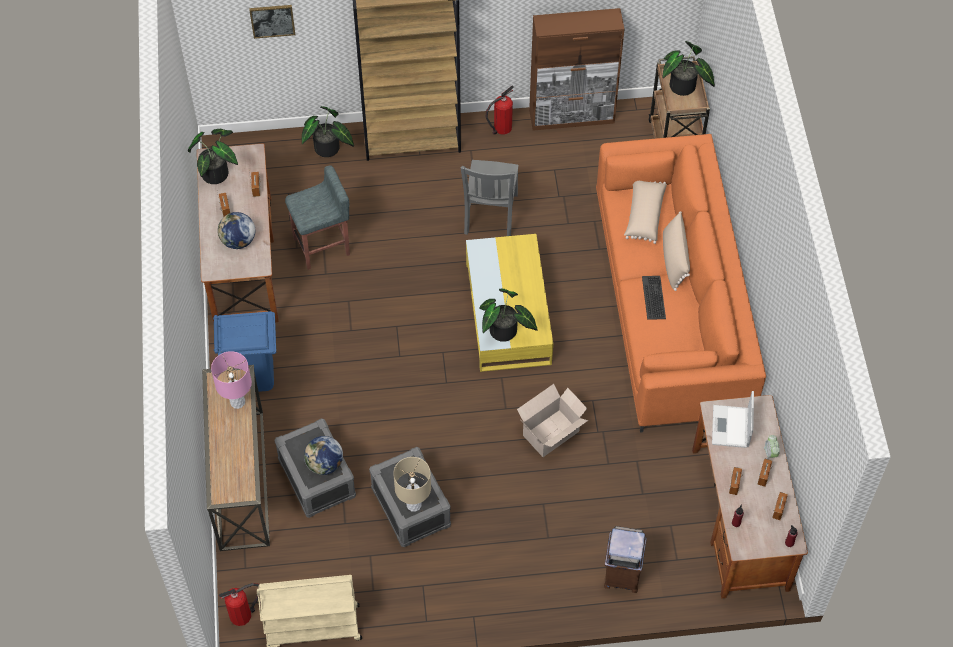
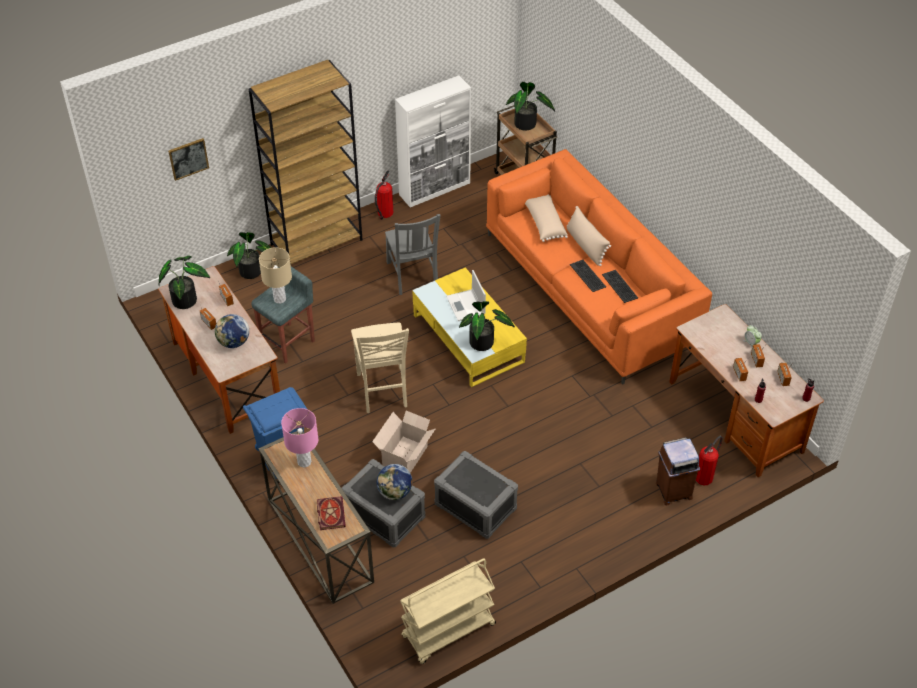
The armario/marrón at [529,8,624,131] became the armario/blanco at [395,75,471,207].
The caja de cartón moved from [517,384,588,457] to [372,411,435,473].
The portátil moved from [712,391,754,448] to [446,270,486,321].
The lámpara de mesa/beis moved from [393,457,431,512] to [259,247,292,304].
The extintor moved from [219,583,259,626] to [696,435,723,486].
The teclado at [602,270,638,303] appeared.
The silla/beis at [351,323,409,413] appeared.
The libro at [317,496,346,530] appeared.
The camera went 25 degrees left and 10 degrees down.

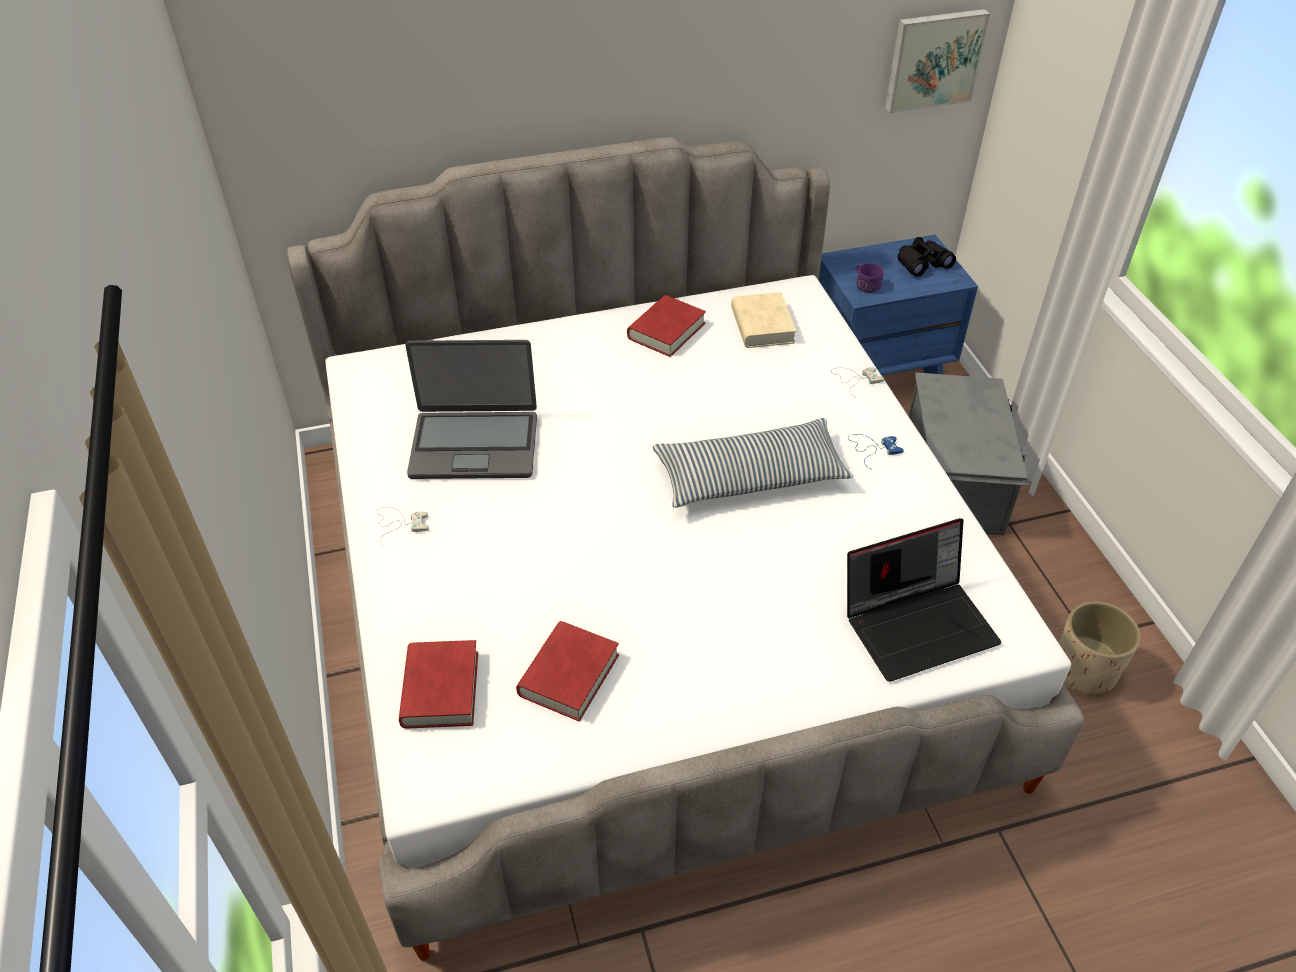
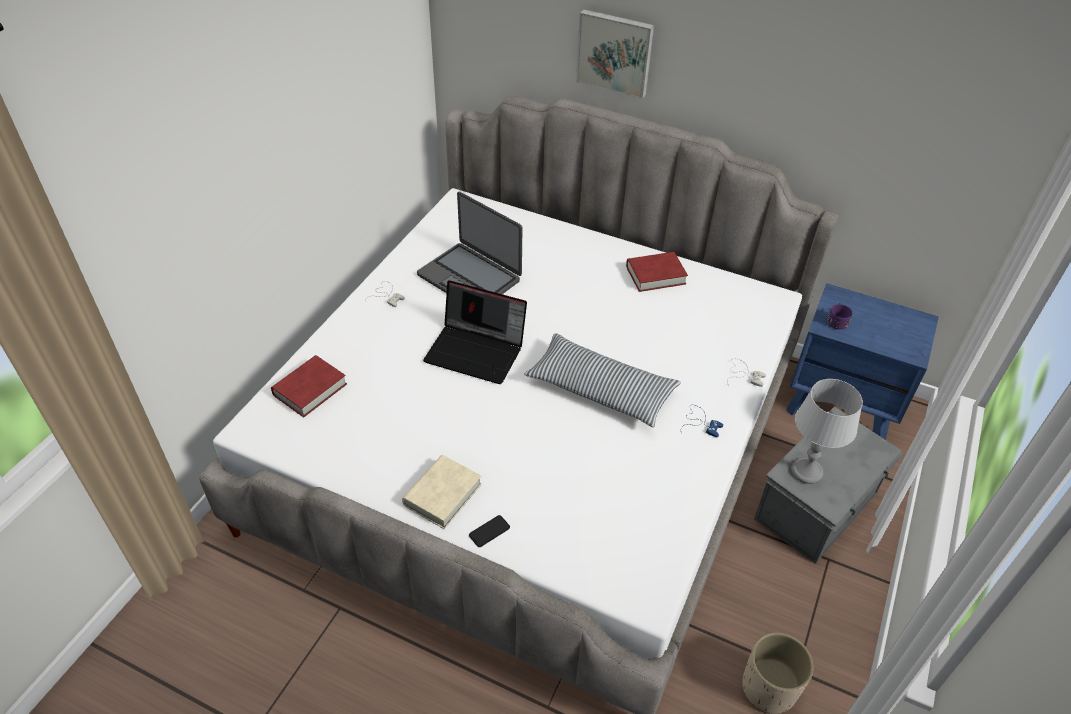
The cuadro moved from [885,9,990,113] to [576,9,654,99].
The prismáticos/negro at [897,237,956,277] disappeared.
The libro/beis moved from [731,292,797,348] to [402,455,482,529].
The portátil moved from [847,518,1001,682] to [423,280,527,384].
The libro/rojo at [516,621,619,722] disappeared.
The lámpara de mesa/gris at [792,379,863,484] appeared.
The móvil at [469,515,510,547] appeared.
The camera went 40 degrees right and 0 degrees up.

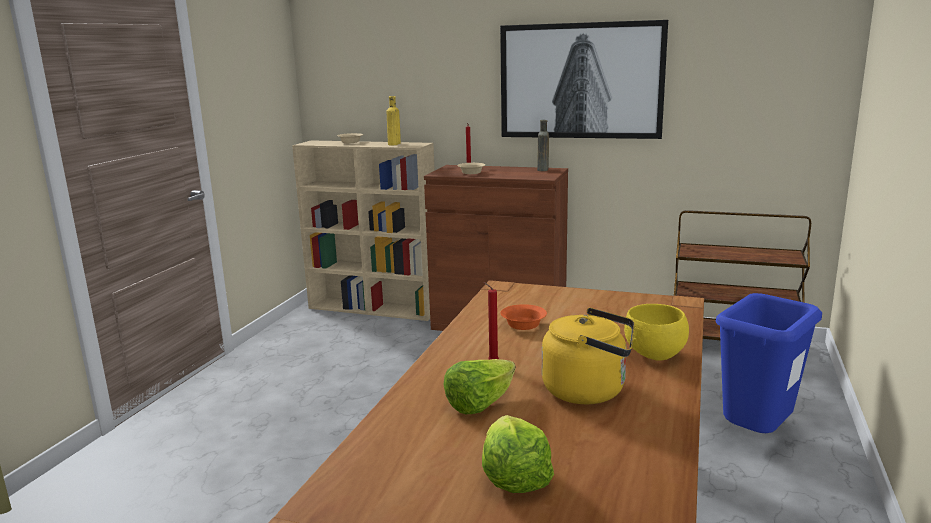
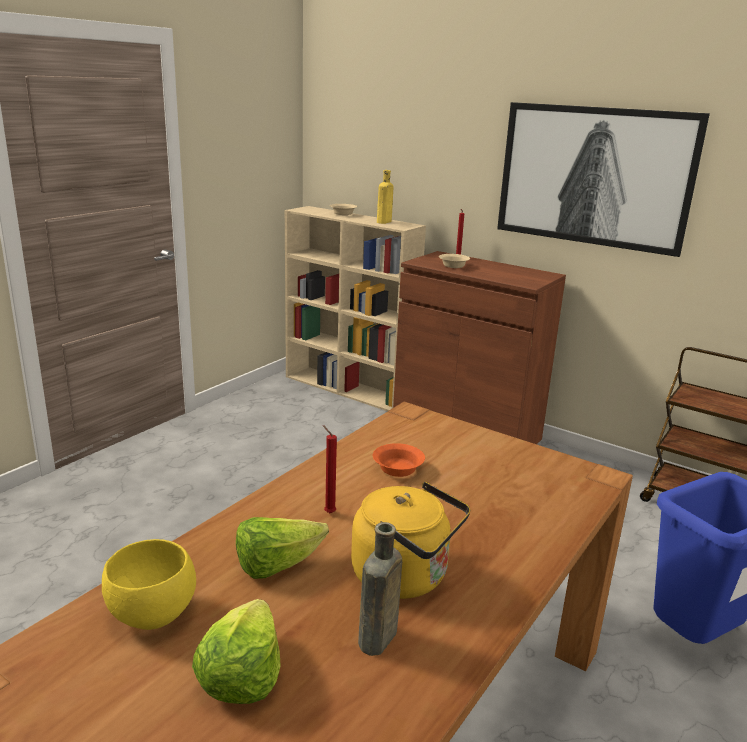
The botella/marrón moved from [537,120,549,171] to [358,522,402,656].
The cuenco/amarillo moved from [624,304,689,361] to [102,539,196,630].
The camera went 15 degrees right and 5 degrees up.

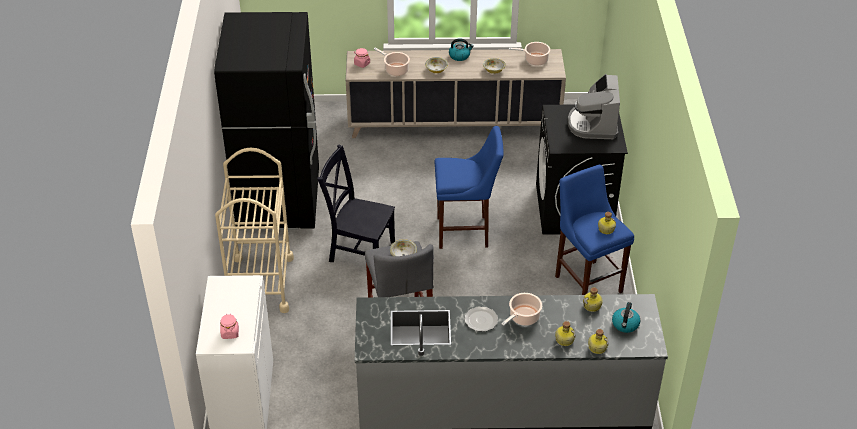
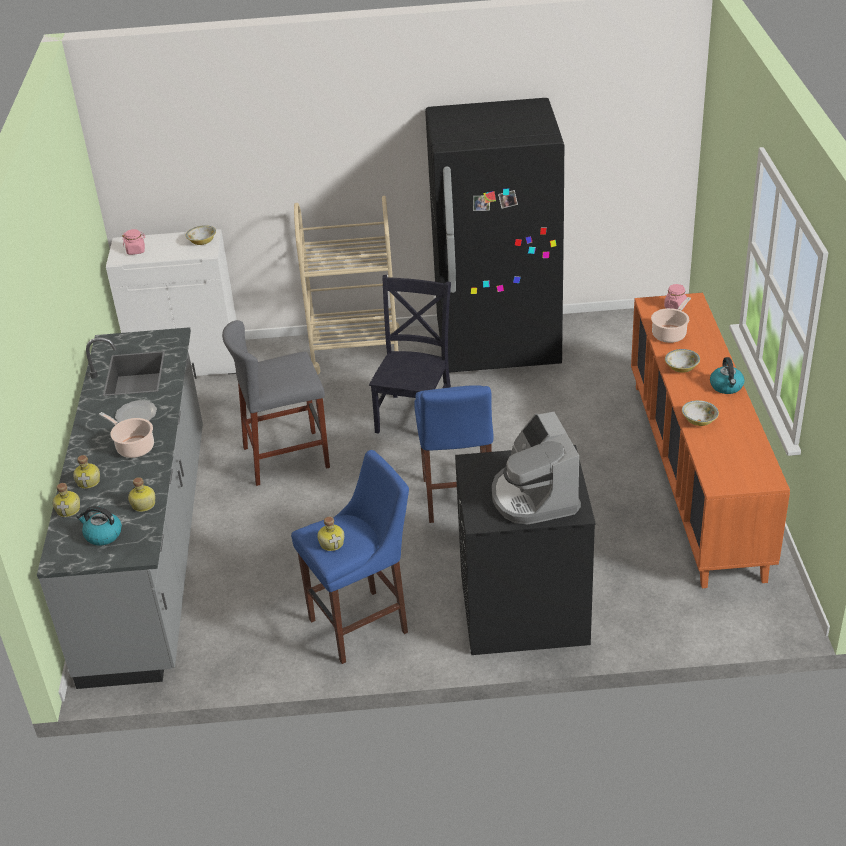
The olla at [509,42,550,66] disappeared.
The armario/beis at [346,49,566,138] became the armario/naranja at [631,293,790,588].
The cafetera at [568,74,620,139] turned 105 degrees counterclockwise.
The cuenco moved from [390,239,417,256] to [186,225,216,245].
The camera went 90 degrees right and 5 degrees down.

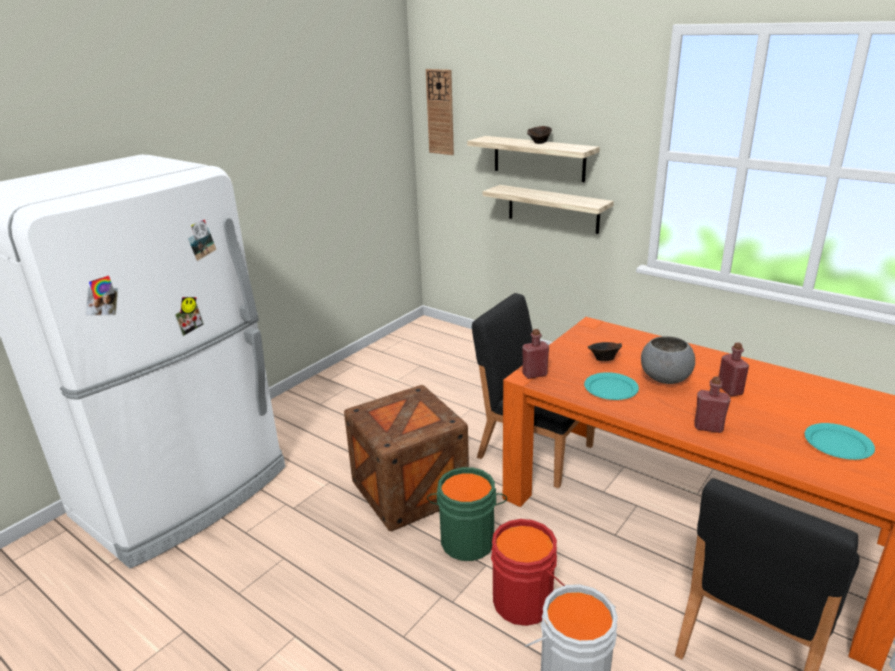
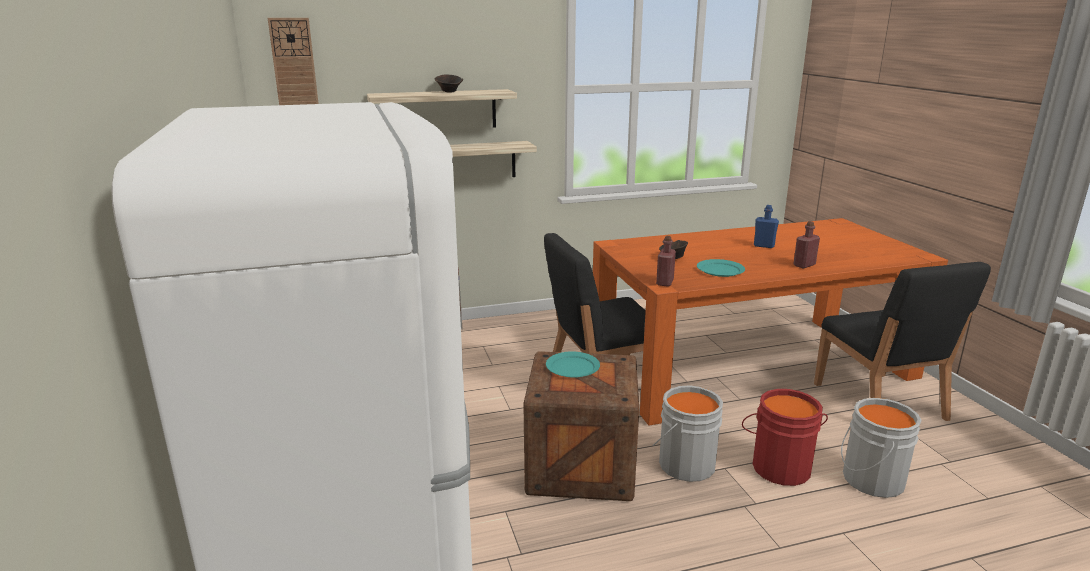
The cuenco/gris at [641,336,695,384] disappeared.
The botella/rojo at [719,342,749,396] became the botella/azul at [754,205,779,248].
The plato/turquesa moved from [805,423,875,460] to [546,351,600,377].
The cubo/verde at [427,467,507,561] became the cubo/gris at [652,385,723,482].
The camera went 55 degrees left and 5 degrees down.

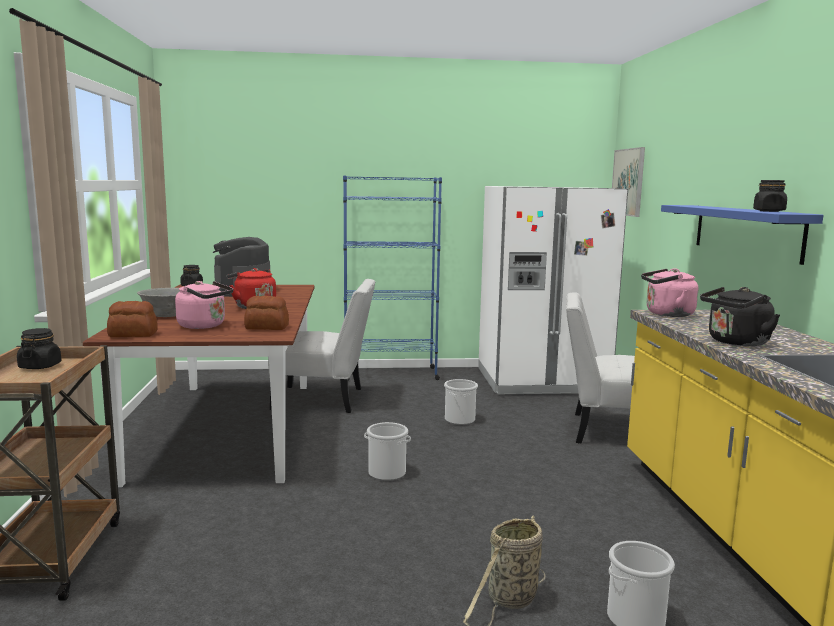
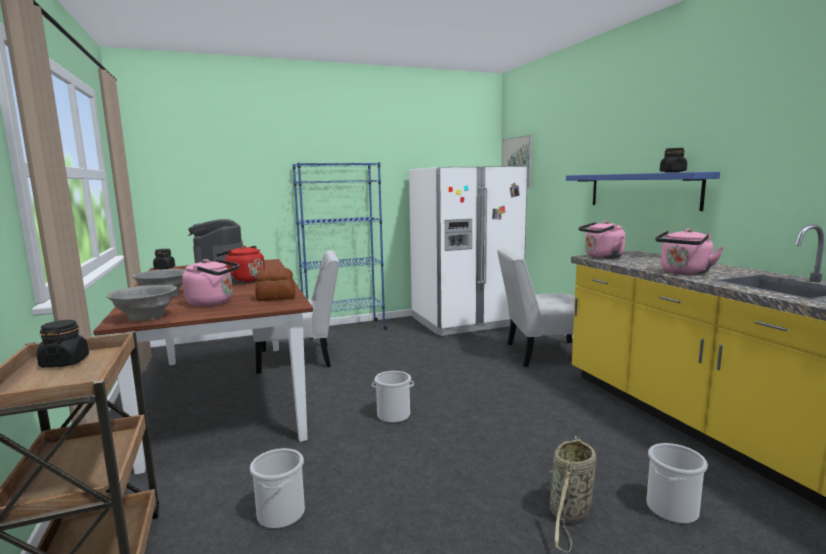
The hervidor/negro at [700,287,780,346] became the hervidor/rosa at [655,229,724,275].
The pan at [107,301,158,337] was replaced by the cuenco/gris at [106,285,177,321].
The cubo moved from [444,379,478,425] to [250,448,305,529].
The camera went 15 degrees left and 0 degrees up.

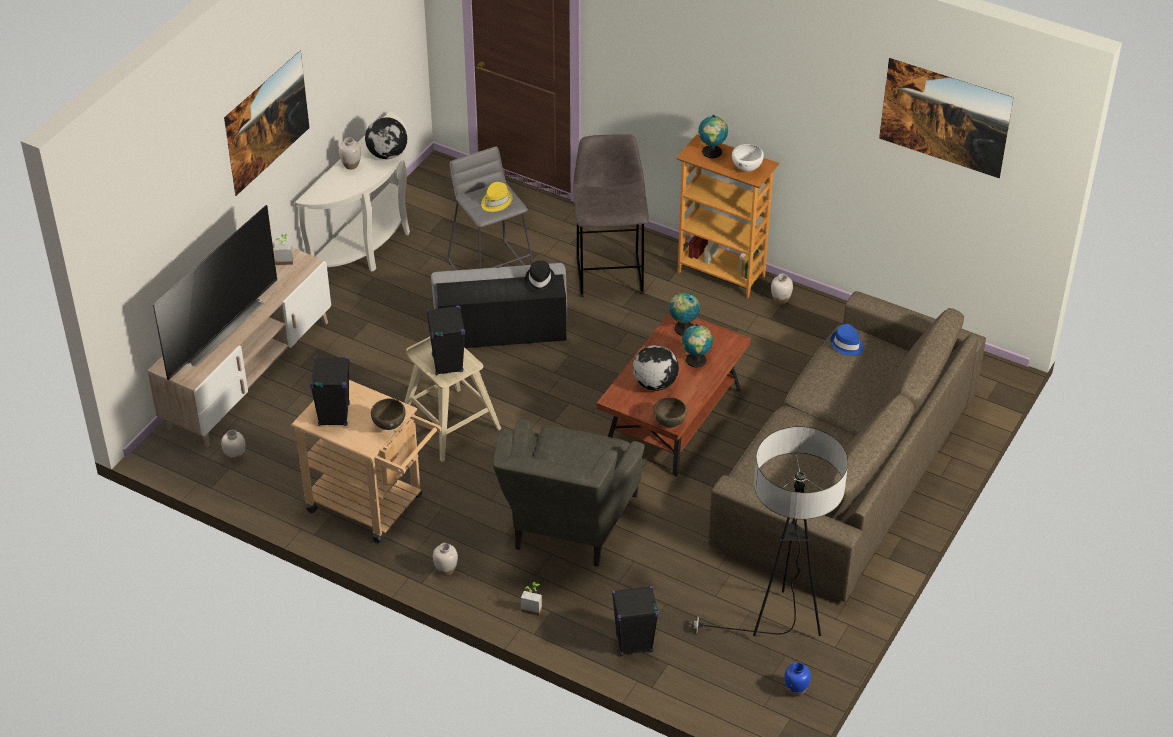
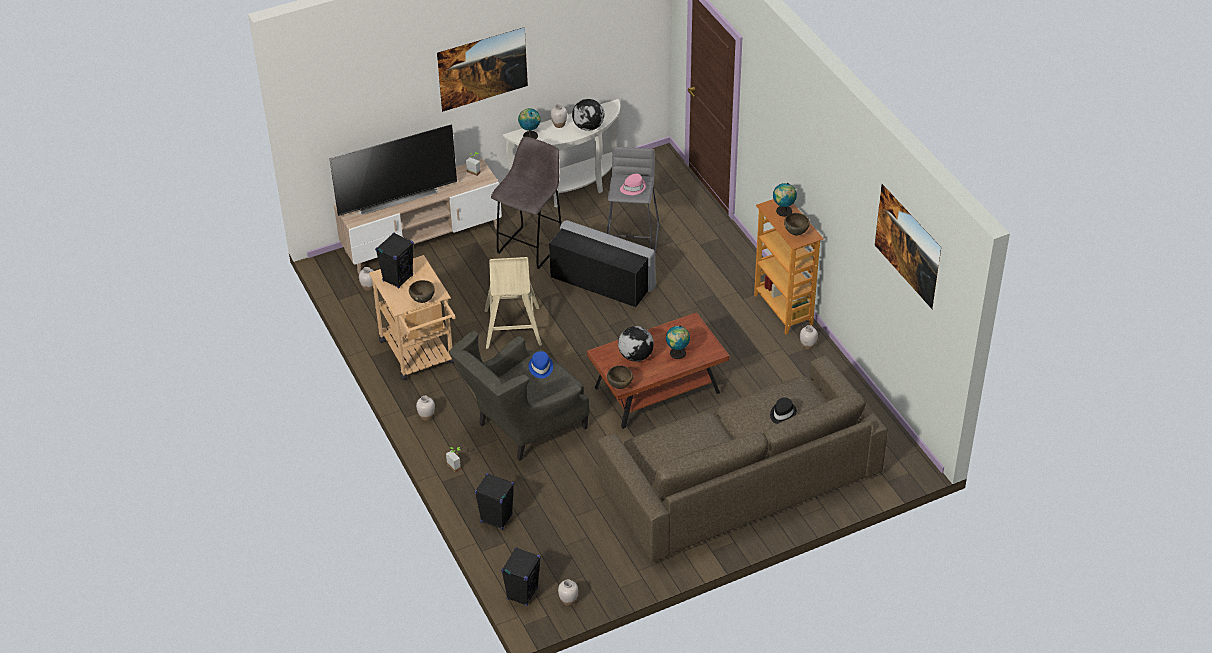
The taburete/gris moved from [573,134,649,297] to [491,137,561,269].
The cuenco/blanco at [732,144,764,172] became the cuenco/marrón at [784,213,810,235].
The sombrero/amarillo at [481,182,513,212] became the sombrero/rosa at [620,174,646,195].
The sombrero/negro moved from [525,260,555,293] to [770,397,797,424].
The globo terráqueo moved from [669,293,700,336] to [518,108,540,139].
The altavoz/negro moved from [427,306,466,376] to [501,547,541,606].
The sombrero/azul moved from [831,324,864,356] to [528,351,553,378].
The lámpara de pie at [689,426,848,636] disappeared.
The florero/azul at [784,662,811,696] became the florero/blanco at [558,579,578,606].
The camera went 35 degrees right and 0 degrees up.

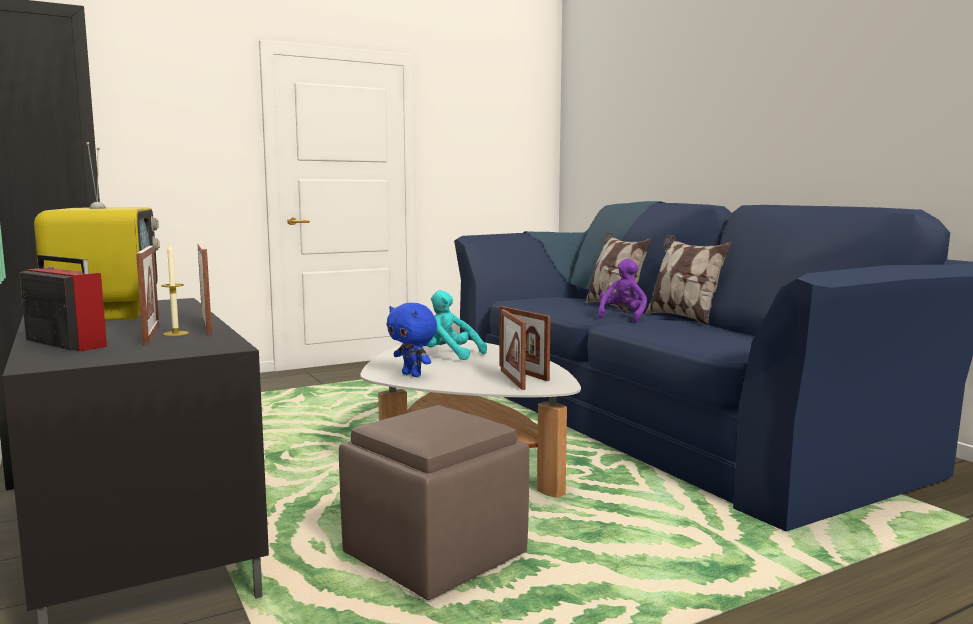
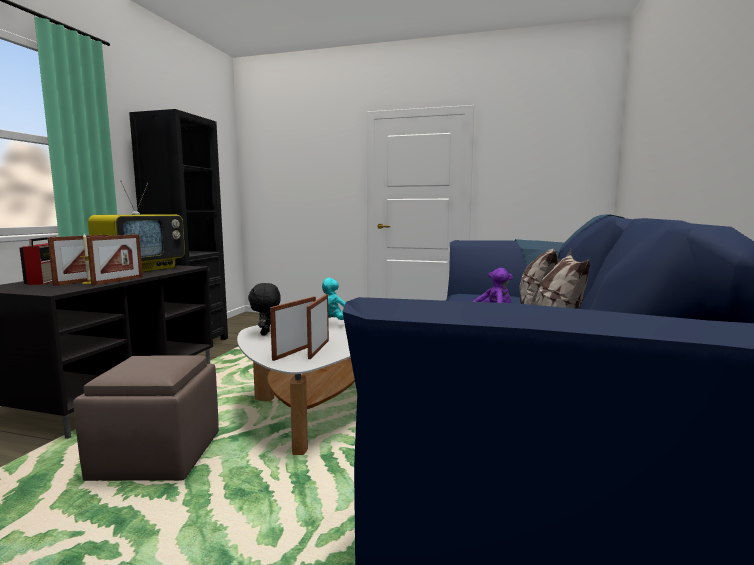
The peluche/azul at [386,303,437,377] became the peluche/negro at [248,283,281,335].
The camera went 45 degrees right and 0 degrees up.

